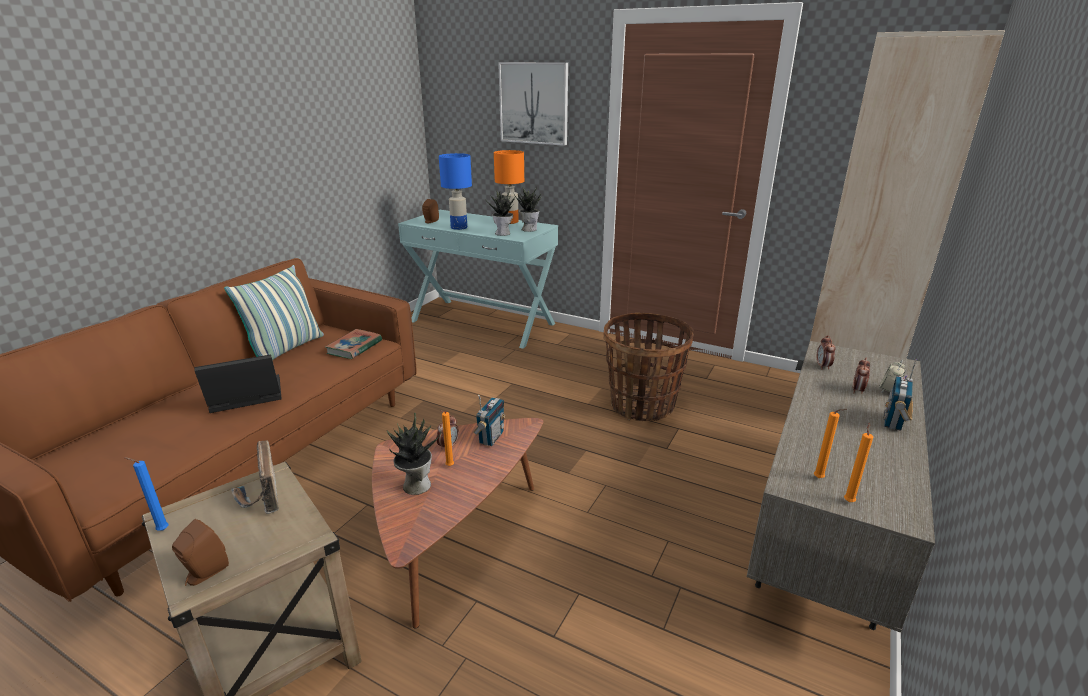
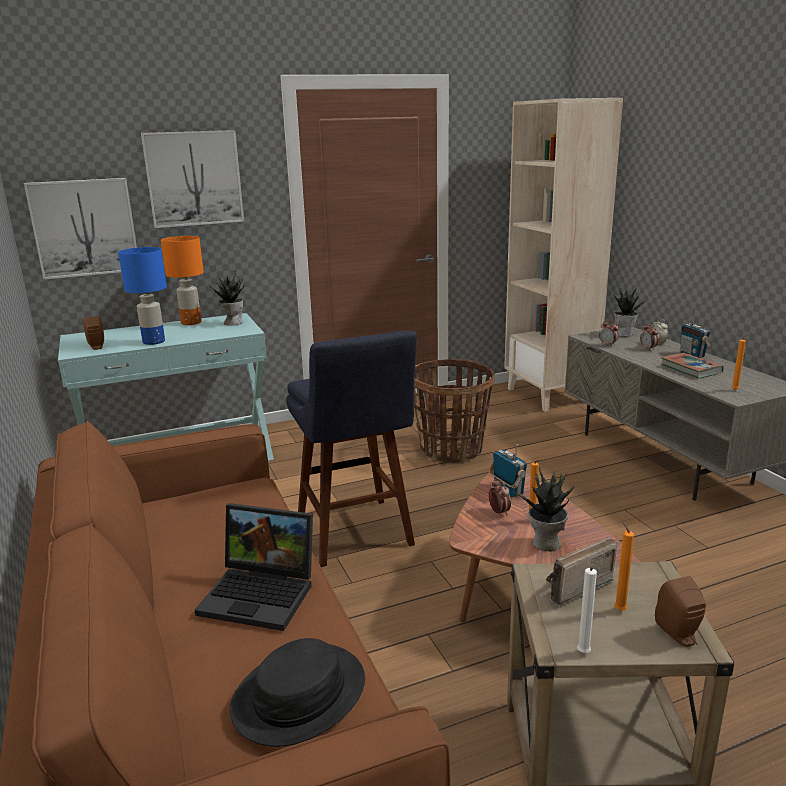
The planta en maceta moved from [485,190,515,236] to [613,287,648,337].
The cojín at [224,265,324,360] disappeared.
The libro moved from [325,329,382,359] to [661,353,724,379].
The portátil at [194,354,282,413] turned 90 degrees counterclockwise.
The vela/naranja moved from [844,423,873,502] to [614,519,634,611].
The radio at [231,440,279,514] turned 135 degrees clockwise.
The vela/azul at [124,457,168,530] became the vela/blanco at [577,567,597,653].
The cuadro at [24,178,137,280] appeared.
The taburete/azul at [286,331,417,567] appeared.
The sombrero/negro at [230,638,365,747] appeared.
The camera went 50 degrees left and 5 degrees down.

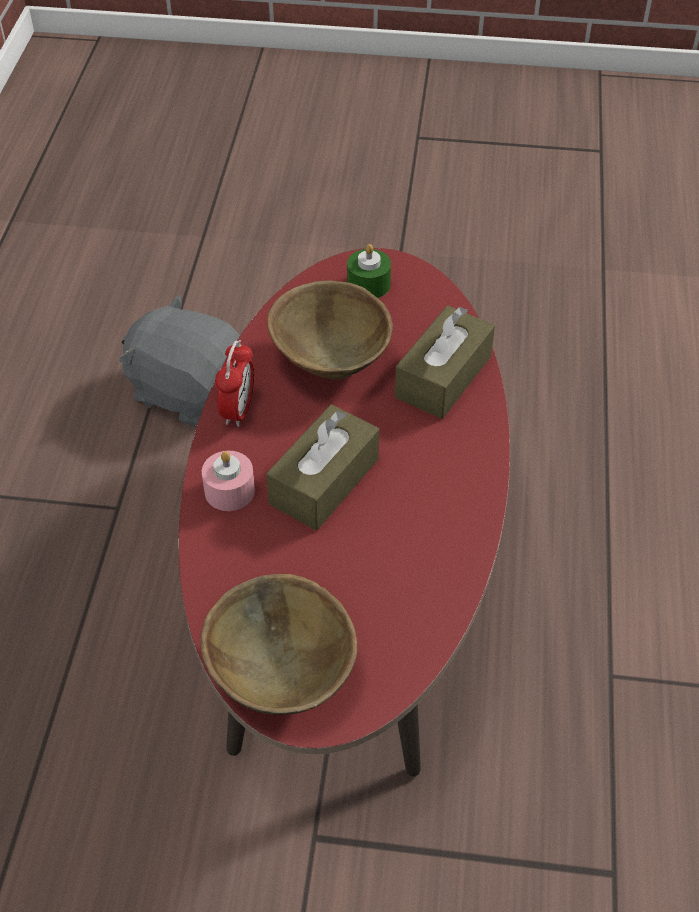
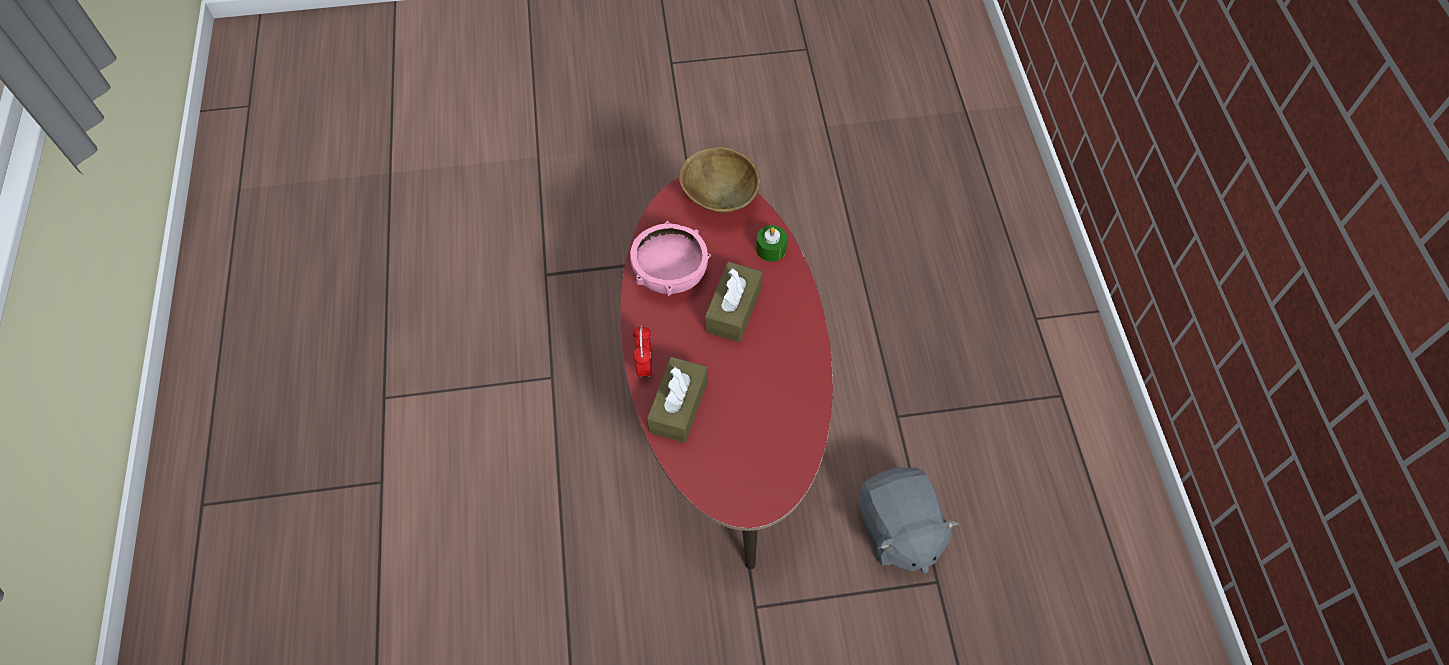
The vela/verde moved from [347,244,391,298] to [756,225,787,262].
The cuenco/marrón at [267,280,393,380] disappeared.
The peluche/gris at [119,294,240,426] turned 60 degrees clockwise.
The despertador moved from [215,340,254,427] to [633,326,652,378].
The vela/rosa at [202,451,255,511] disappeared.
The cuenco/rosa at [630,221,711,296] appeared.
The camera went 165 degrees right and 10 degrees up.

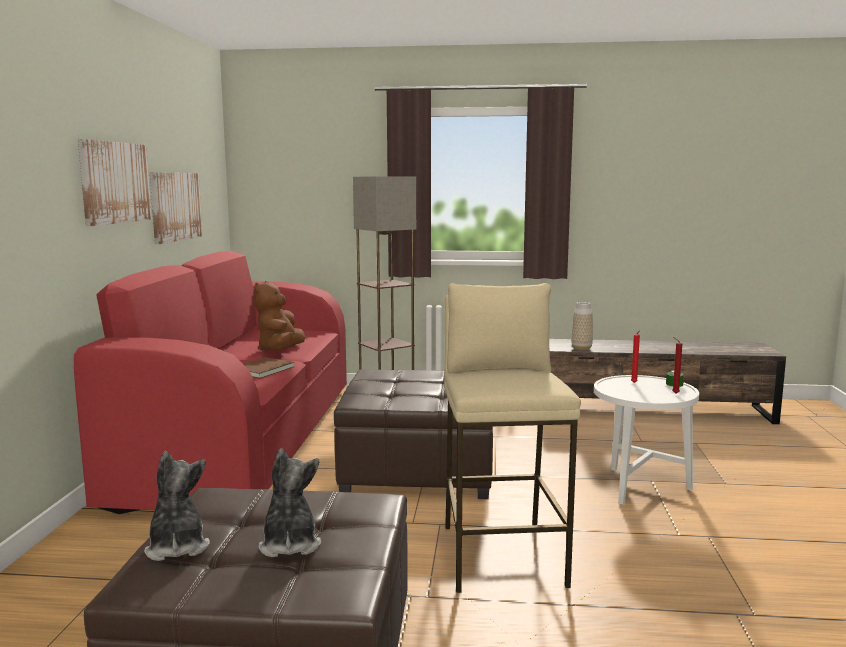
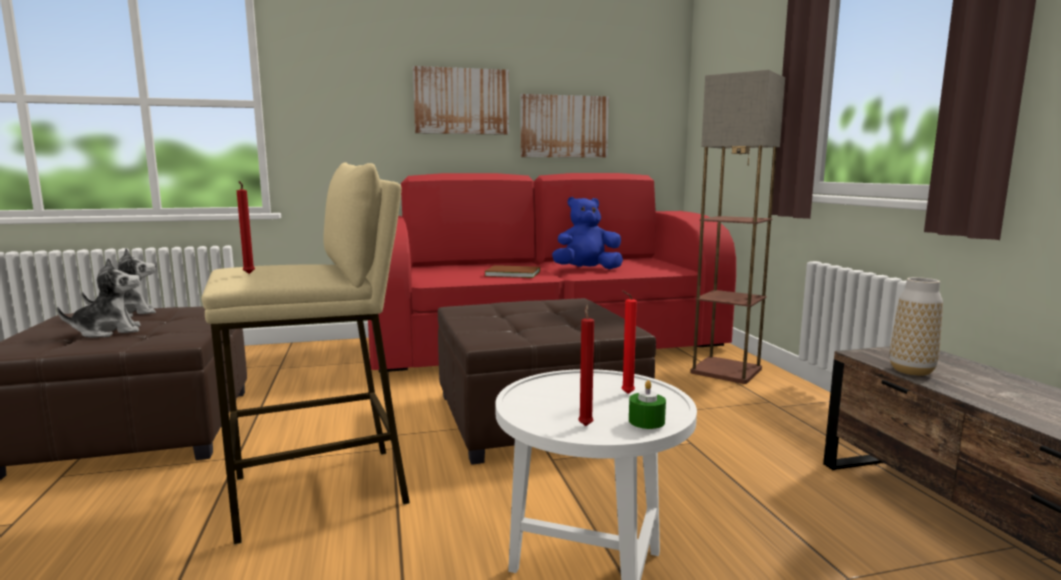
The peluche/marrón at [253,281,305,350] became the peluche/azul at [552,197,623,269].
The vela/rojo at [237,181,255,274] appeared.
The camera went 70 degrees right and 0 degrees up.

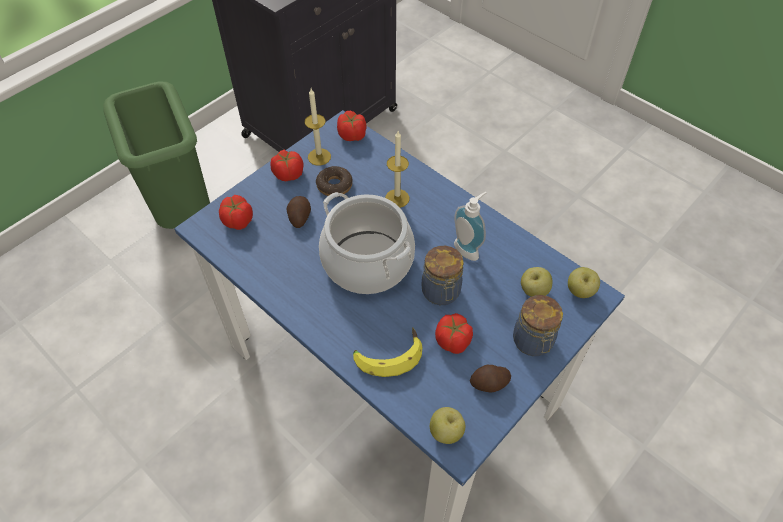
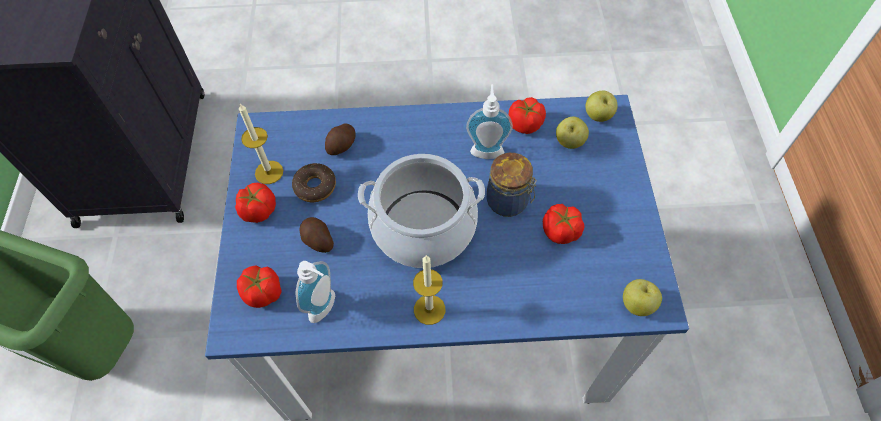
The tomate moved from [337,111,367,141] to [509,97,546,134].
The vela moved from [385,131,409,208] to [413,256,445,325].
The tarro at [513,295,563,356] disappeared.
The plátano at [353,327,422,377] disappeared.
The patata moved from [470,365,511,393] to [325,124,355,155].
The dispensador de jabón at [296,261,335,323] appeared.
The camera went 45 degrees left and 5 degrees up.

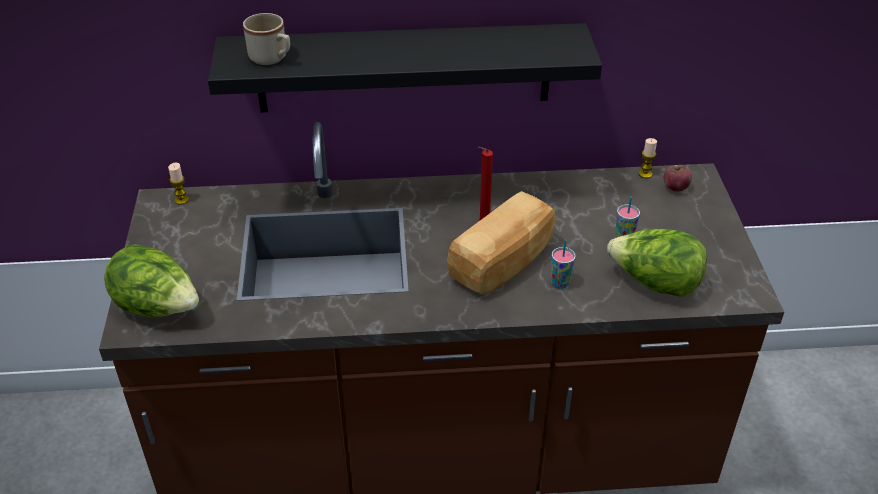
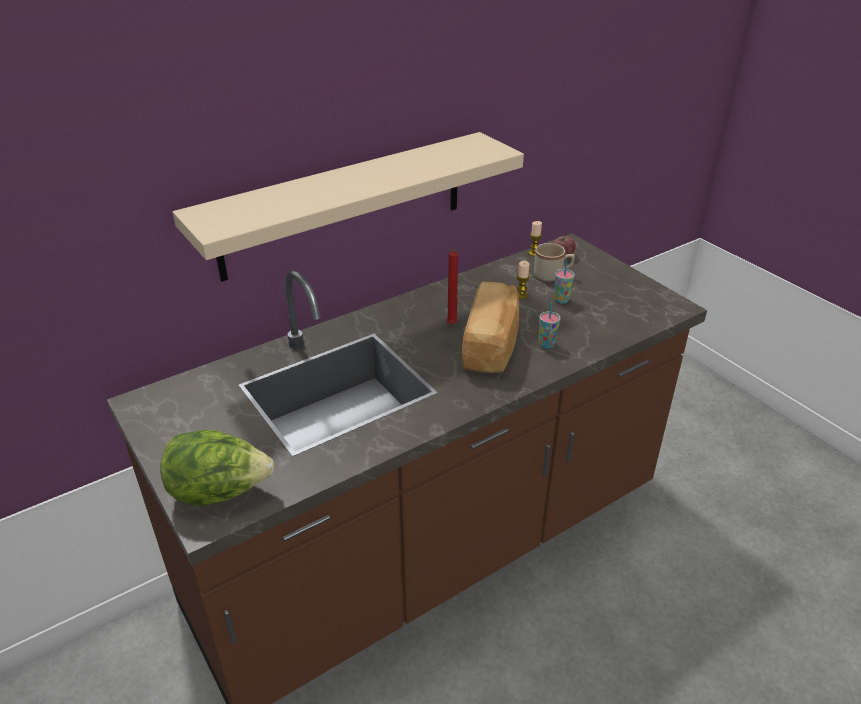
The taza grande/beis moved from [243,13,290,65] to [534,243,575,281].
The estante/negro at [208,23,602,112] became the estante/beis at [173,132,524,282].
The vela moved from [168,163,189,205] to [517,261,530,299].
The lechuga at [607,229,707,297] disappeared.
The camera went 30 degrees left and 5 degrees down.

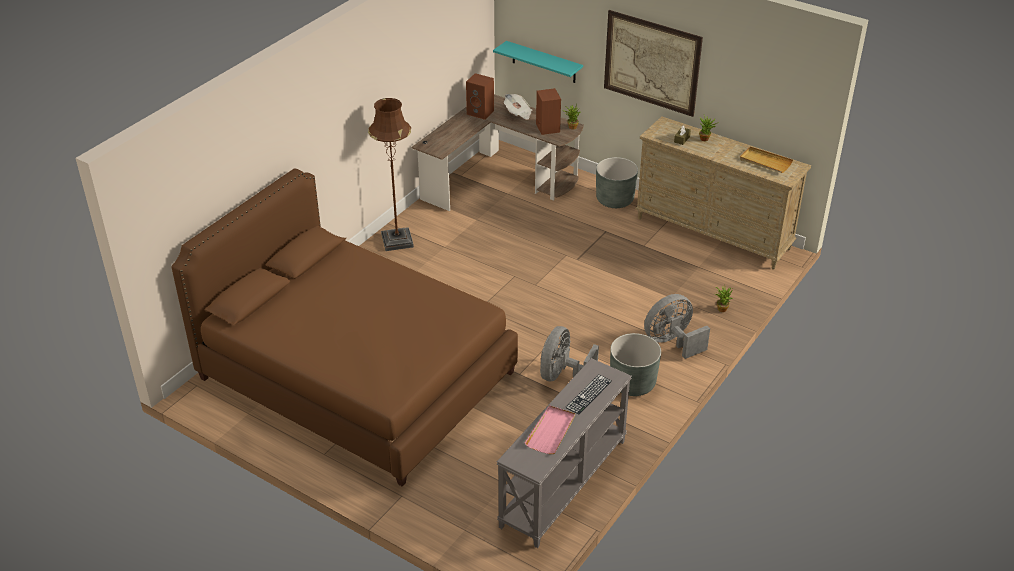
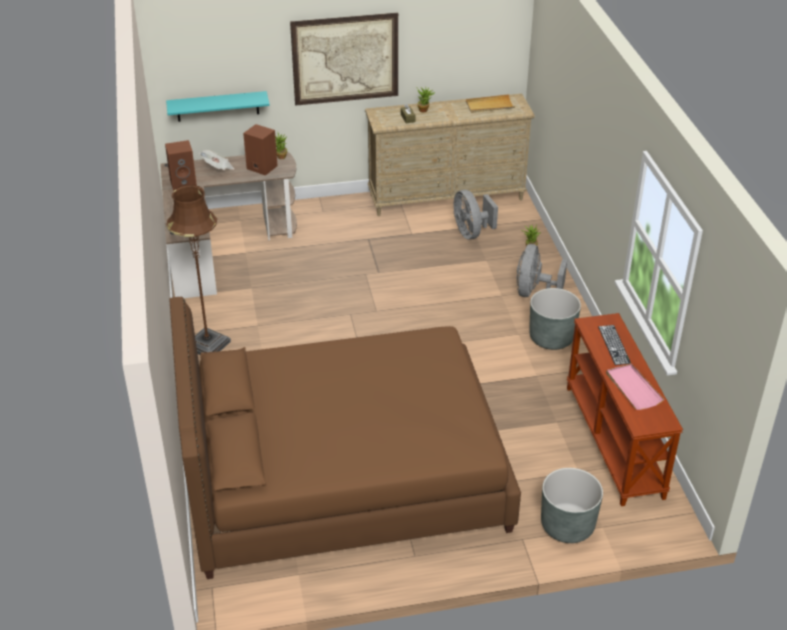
The maceta/gris moved from [596,157,638,208] to [541,468,603,543].
The ventilador/gris moved from [540,326,599,381] to [454,190,498,240].
The mesa consola/gris at [497,358,632,548] became the mesa consola/marrón at [567,313,683,506].
The camera went 45 degrees left and 0 degrees up.

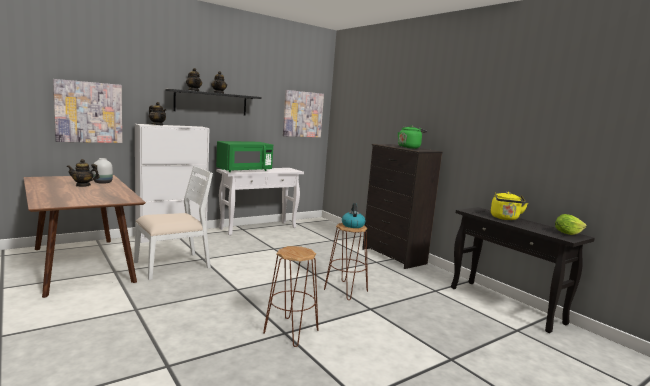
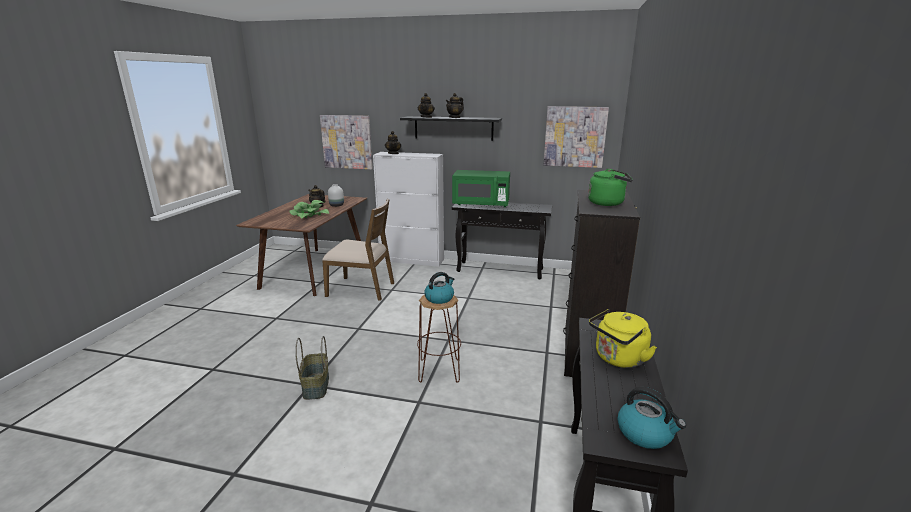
The silla/blanco at [134,166,213,280] became the silla/marrón at [322,199,394,301].
The mesa consola/blanco at [216,168,304,236] became the mesa consola/negro at [452,203,552,279].
The lechuga at [555,214,587,235] was replaced by the hervidor at [617,387,686,449].
The taburete/marrón at [263,246,319,347] was replaced by the cesta at [295,336,329,400].
The planta en maceta at [289,200,329,219] appeared.
The camera went 50 degrees right and 10 degrees up.

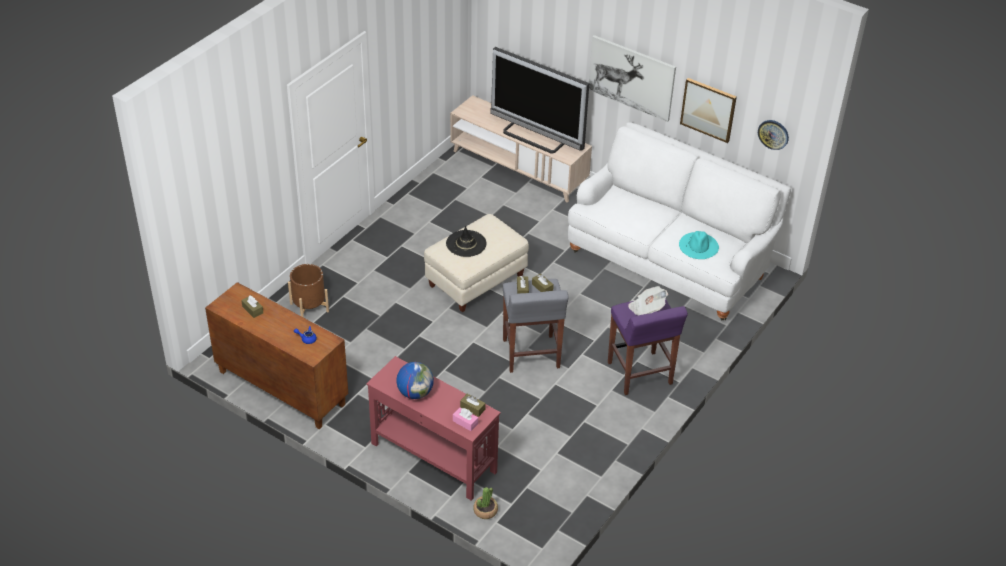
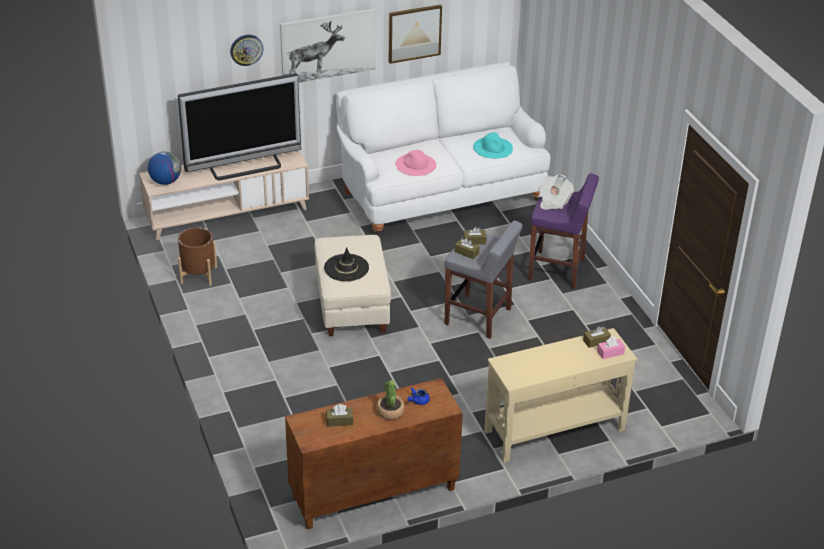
The reloj de pared moved from [758,120,789,150] to [230,35,264,66].
The maceta/marrón moved from [288,264,329,318] to [178,227,217,286].
The mesa consola/rojo at [366,356,501,501] became the mesa consola/beis at [484,328,637,463].
The globo terráqueo moved from [396,362,434,399] to [148,152,181,185].
The planta en maceta moved from [473,487,498,519] to [376,380,404,420].
The sombrero/rosa at [395,150,436,176] appeared.
The camera went 55 degrees left and 5 degrees down.

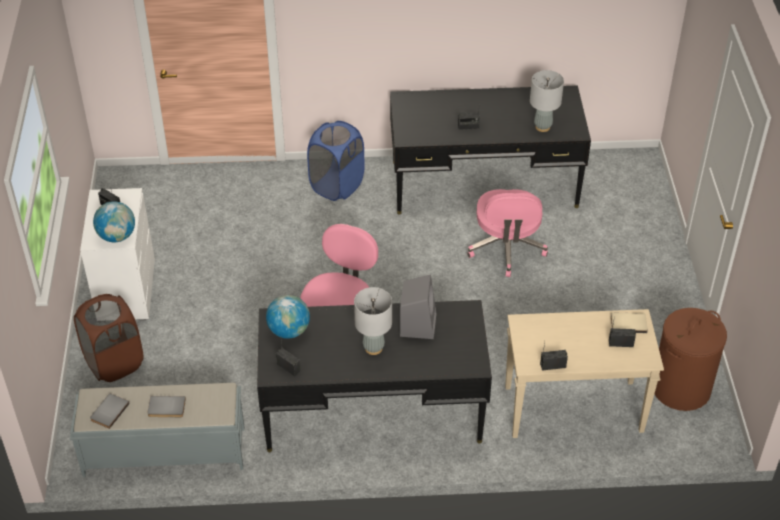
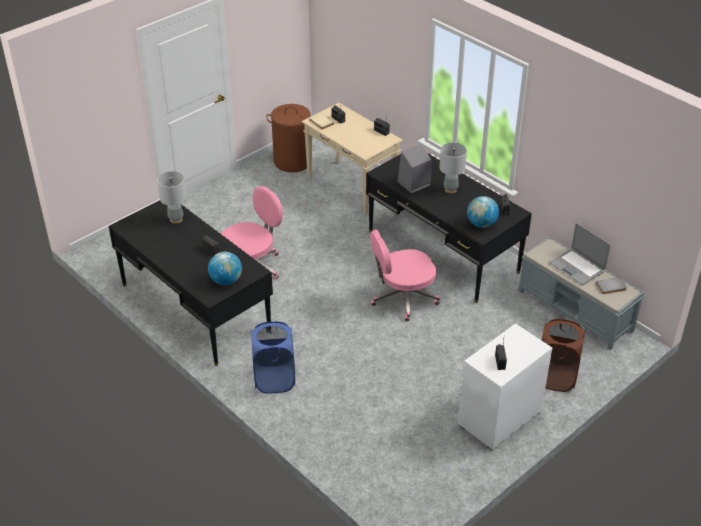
The globo terráqueo moved from [93,201,135,242] to [208,252,242,285].
The libro/gris at [147,396,186,417] was replaced by the portátil at [550,223,610,285].
The camera went 130 degrees left and 5 degrees down.

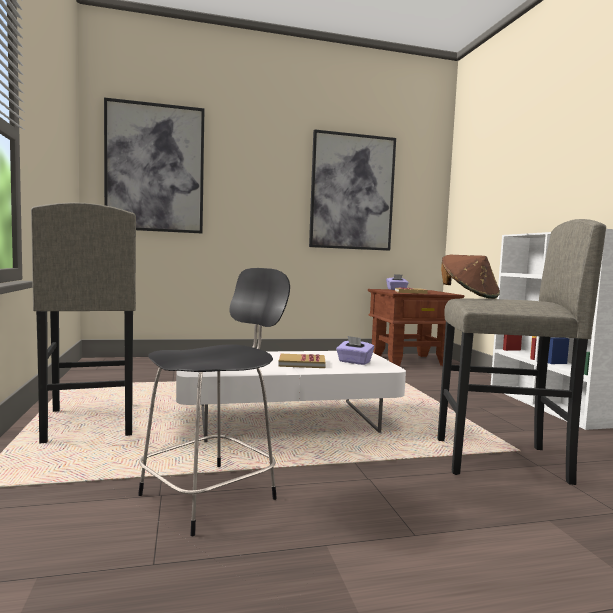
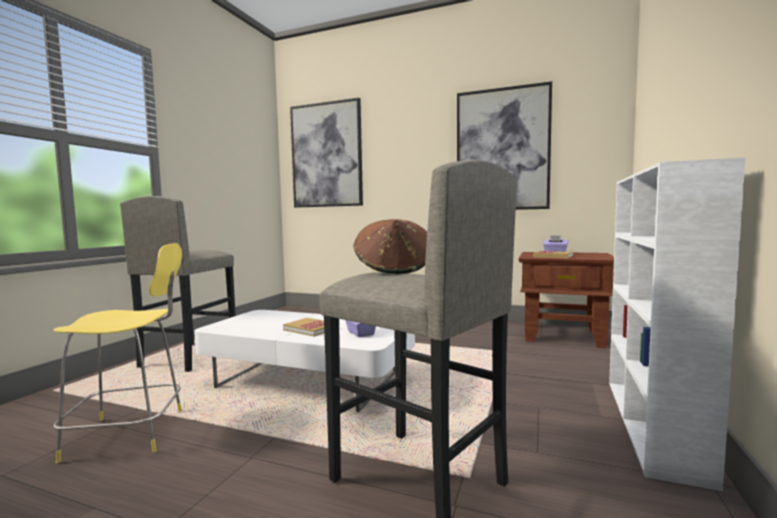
The taburete/negro at [138,268,290,536] became the taburete/amarillo at [53,243,182,463].
The camera went 35 degrees right and 0 degrees up.

